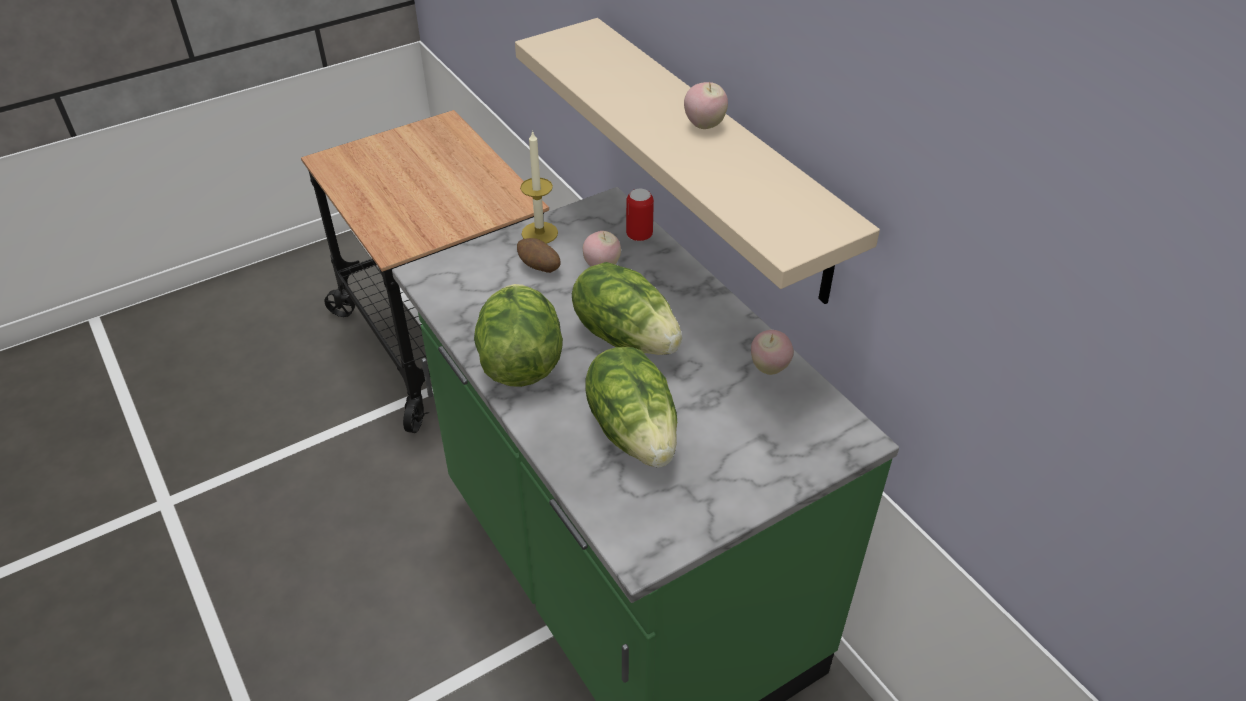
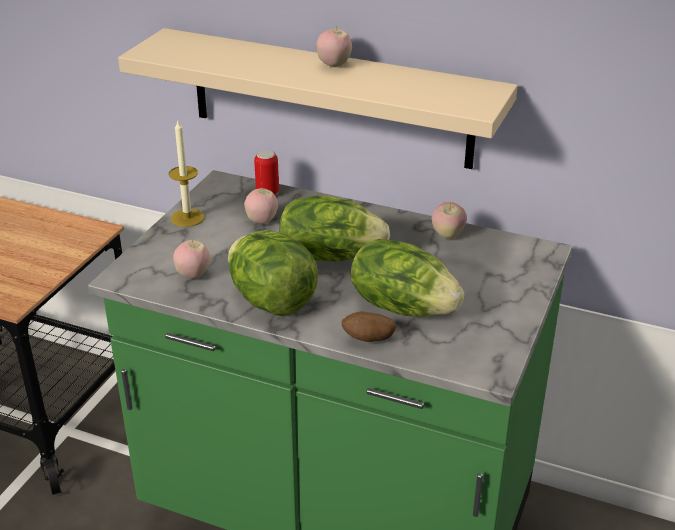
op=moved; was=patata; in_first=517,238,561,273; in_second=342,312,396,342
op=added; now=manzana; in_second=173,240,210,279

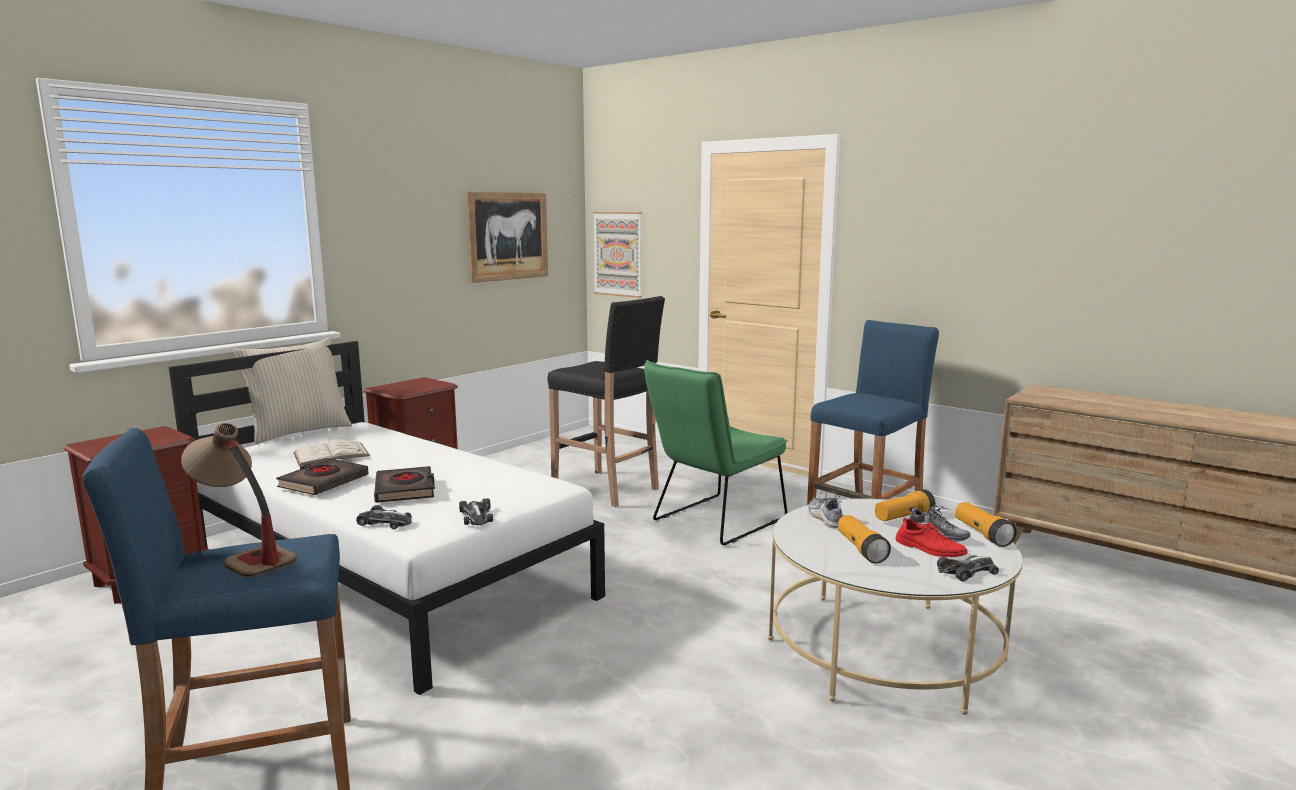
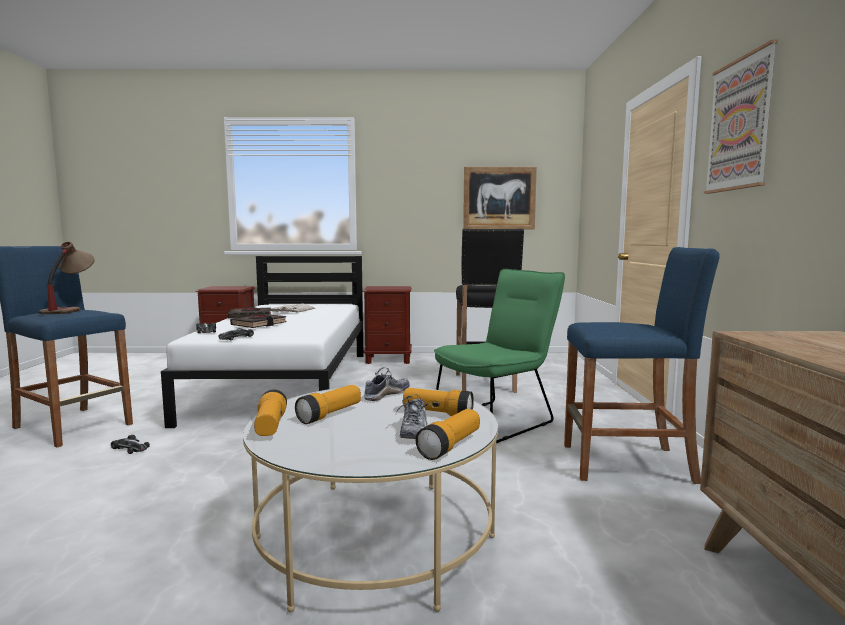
op=moved; was=cuadro; in_first=593,212,642,298; in_second=704,40,778,194
op=removed; was=cojín [beis]; in_first=234,338,352,444
op=turned; was=silla [verde]; in_first=644,360,787,545; in_second=434,269,565,443; clockwise=135
op=removed; was=zapato [rojo]; in_first=895,517,967,557
op=moved; was=coche de juguete; in_first=937,555,999,581; in_second=111,435,150,454
op=added; now=linterna; in_second=254,389,287,436

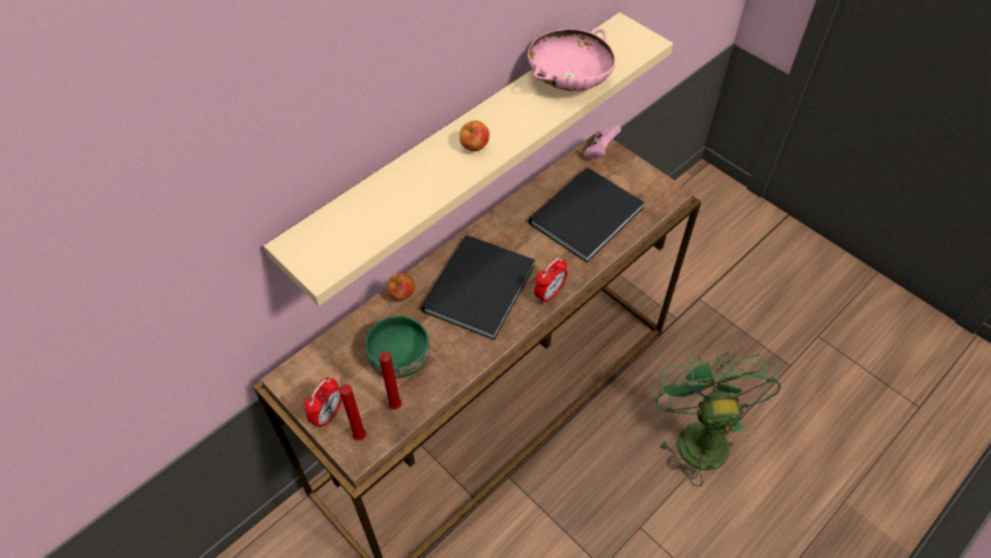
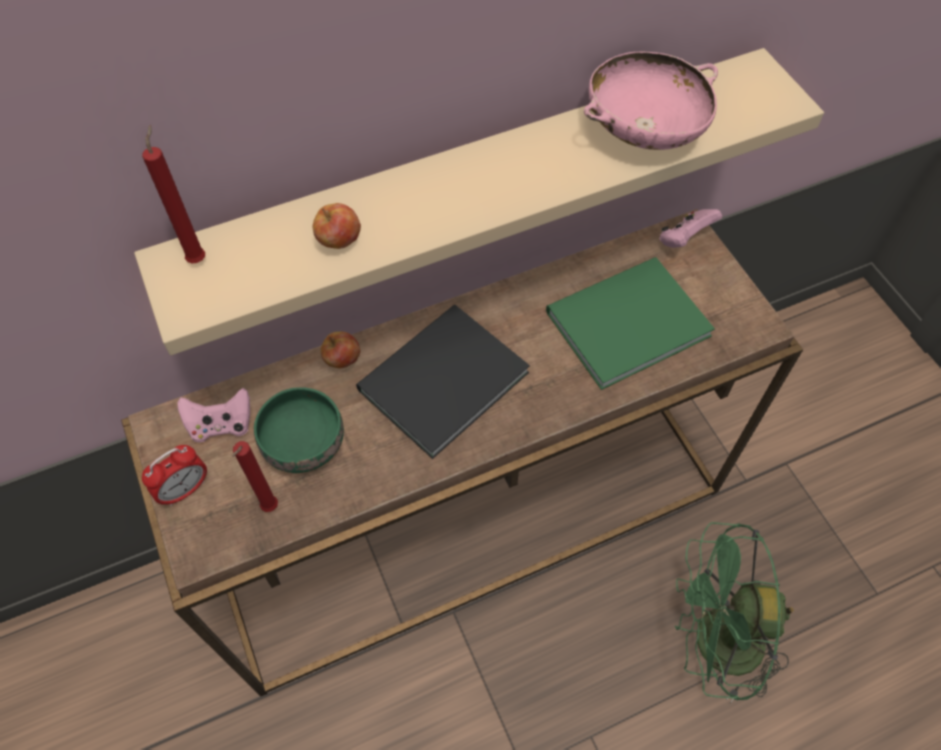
op=moved; was=manzana; in_first=460,121,489,151; in_second=313,203,361,249
op=recoloured; was=libro [negro]; now=libro [verde]; in_first=529,168,644,263; in_second=546,257,715,390
op=removed; was=despertador; in_first=534,258,567,304
op=turned; was=ventilador [verde]; in_first=654,352,782,486; in_second=675,522,794,703; clockwise=-105
op=moved; was=vela [rojo]; in_first=339,373,366,441; in_second=142,125,205,263
op=added; now=mando de consola [rosa]; in_second=177,388,250,442

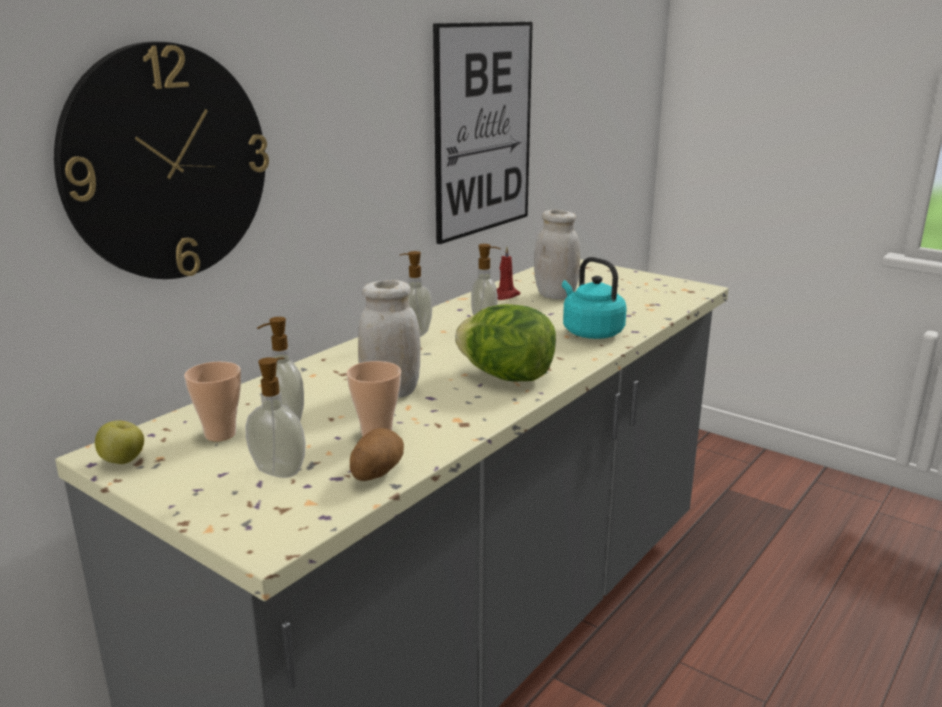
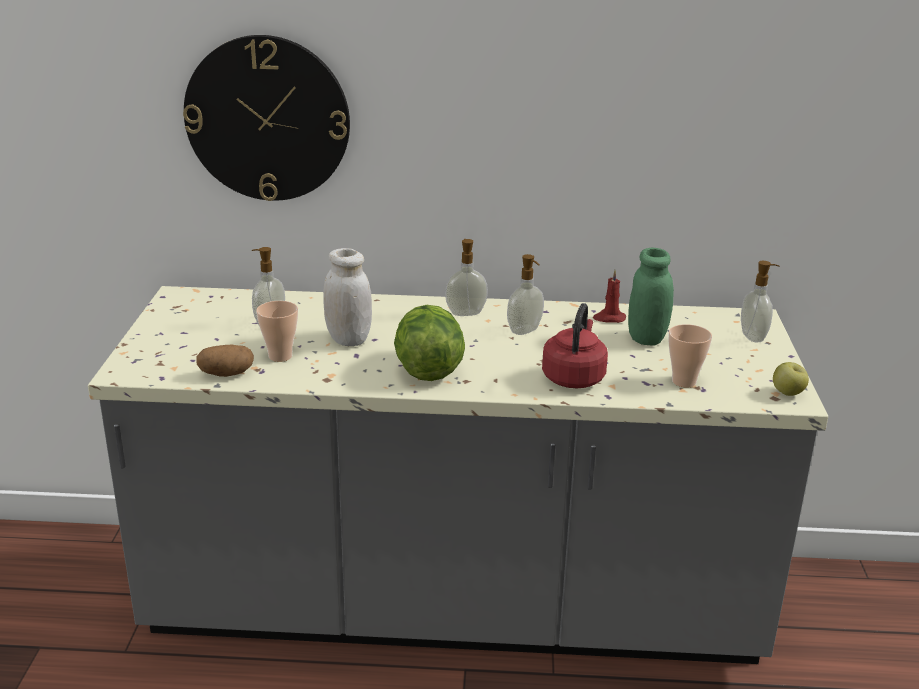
op=removed; was=cuadro; in_first=433,22,533,244
op=recoloured; was=tarro [blanco]; now=tarro [verde]; in_first=534,210,580,299; in_second=628,248,674,346
op=recoloured; was=hervidor [turquesa]; now=hervidor [rojo]; in_first=562,257,627,339; in_second=542,303,608,388
op=moved; was=dispensador de jabón; in_first=245,357,305,478; in_second=741,261,779,342
op=moved; was=taza; in_first=184,361,241,441; in_second=668,324,712,388
op=moved; was=manzana; in_first=95,420,144,464; in_second=773,362,809,396

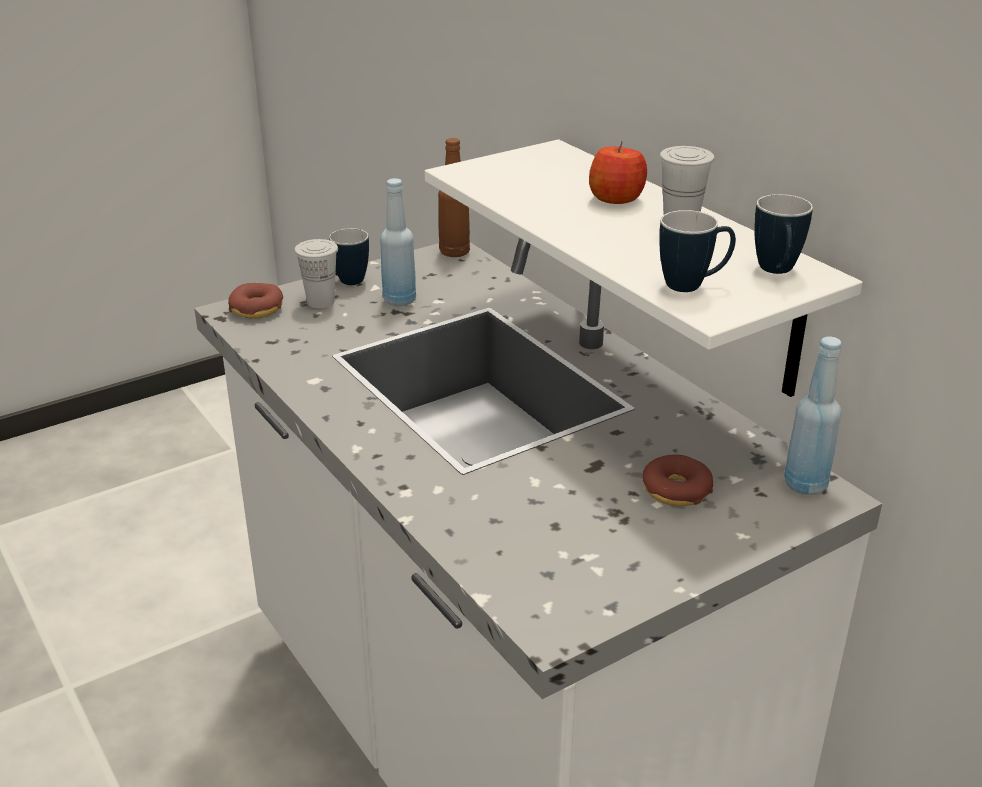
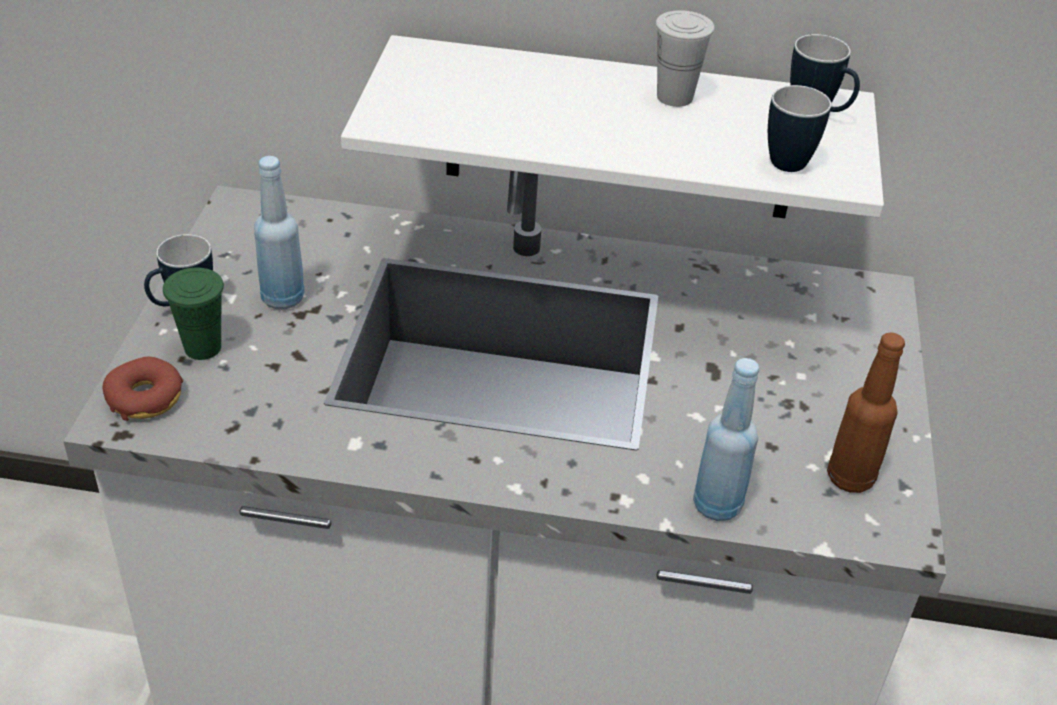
op=moved; was=botella [marrón]; in_first=438,138,470,257; in_second=827,332,905,493
op=removed; was=manzana; in_first=589,141,647,204
op=recoloured; was=taza [blanco]; now=taza [verde]; in_first=294,239,338,308; in_second=163,268,224,360
op=moved; was=botella [azul]; in_first=784,337,842,495; in_second=693,358,759,521
op=removed; was=rosquilla; in_first=642,454,713,506

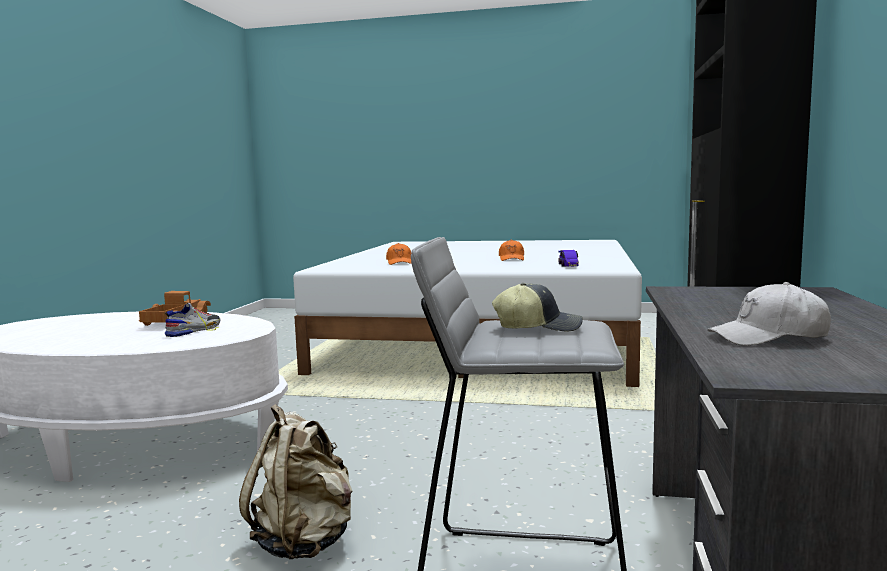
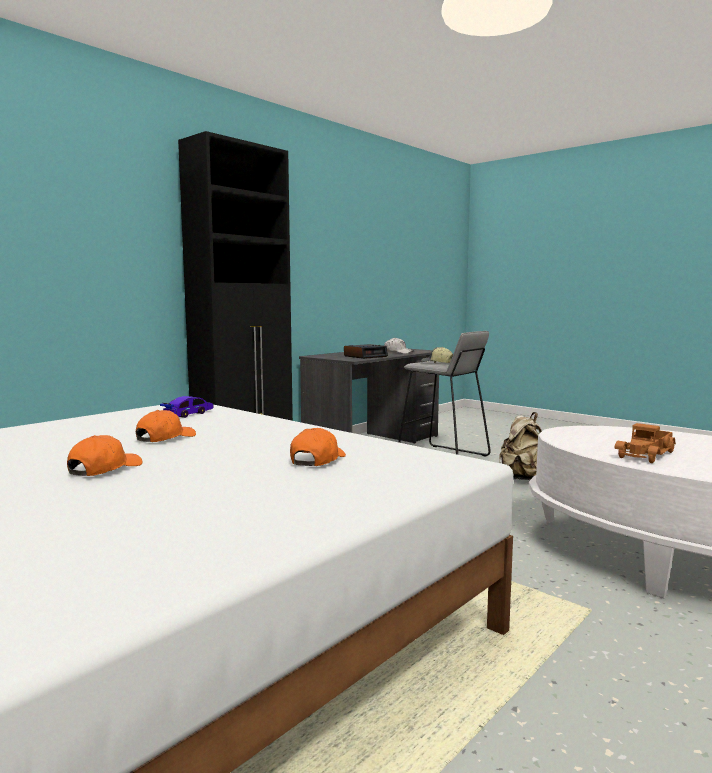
op=removed; was=zapato; in_first=165,303,221,337
op=added; now=despertador; in_second=344,344,388,359
op=added; now=gorra [naranja]; in_second=67,435,143,476

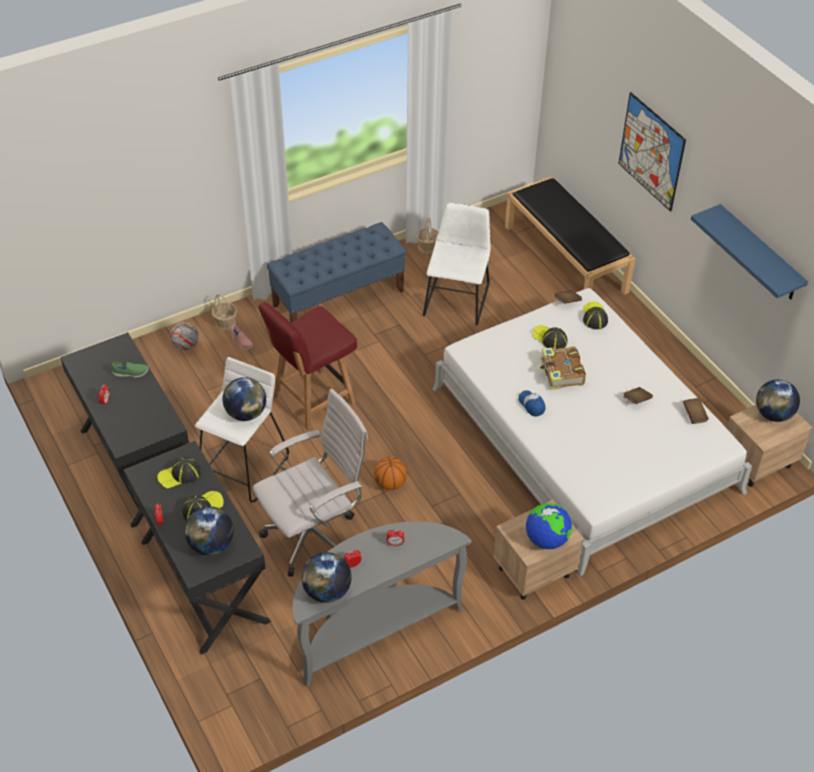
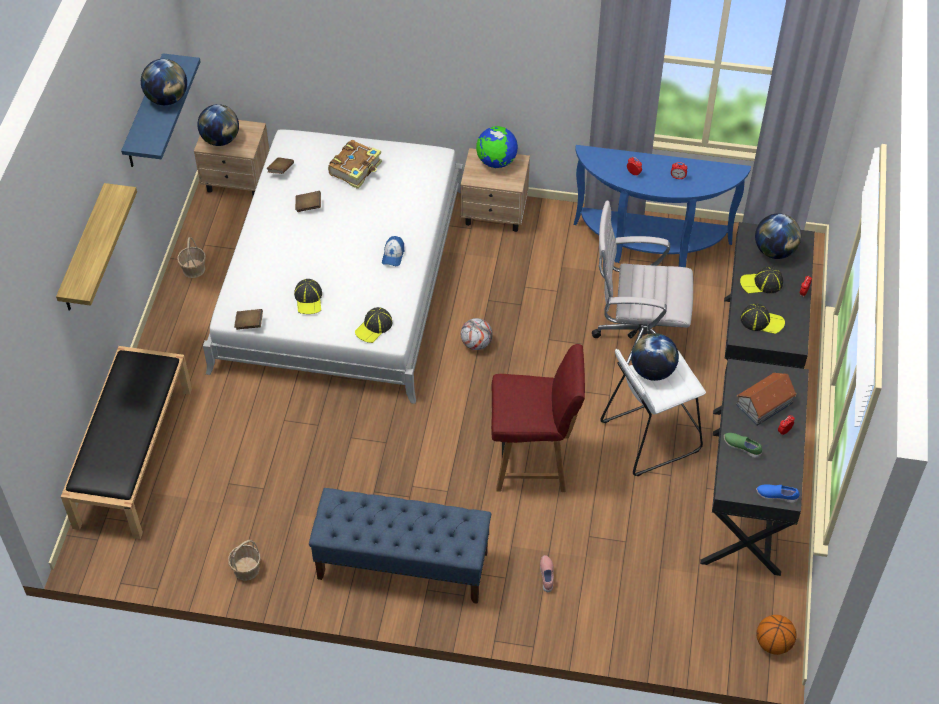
op=replaced; was=cuadro; now=estante; in_first=618,92,686,212; in_second=56,183,137,311
op=removed; was=silla [blanco]; in_first=423,203,491,325
op=moved; was=cesta; in_first=212,294,237,330; in_second=177,237,206,278
op=moved; was=gorra; in_first=583,302,608,329; in_second=355,307,392,343
op=moved; was=balón de fútbol; in_first=170,322,199,350; in_second=461,318,493,350
op=moved; was=libro; in_first=539,346,586,390; in_second=328,140,382,189
op=moved; was=balón de baloncesto; in_first=374,457,407,490; in_second=756,615,797,655
op=recoloured; was=mesa consola [gris]; now=mesa consola [azul]; in_first=292,521,472,687; in_second=574,145,751,267
op=moved; was=globo terráqueo; in_first=301,552,351,603; in_second=141,59,187,105
op=added; now=casita; in_second=736,373,797,426
op=added; now=zapato [azul]; in_second=756,484,799,503

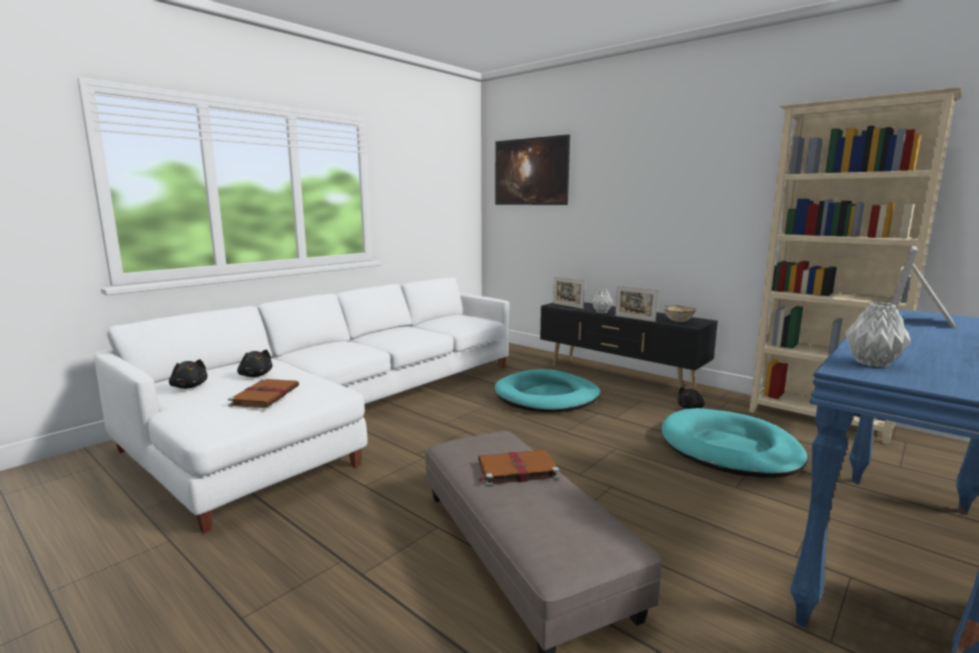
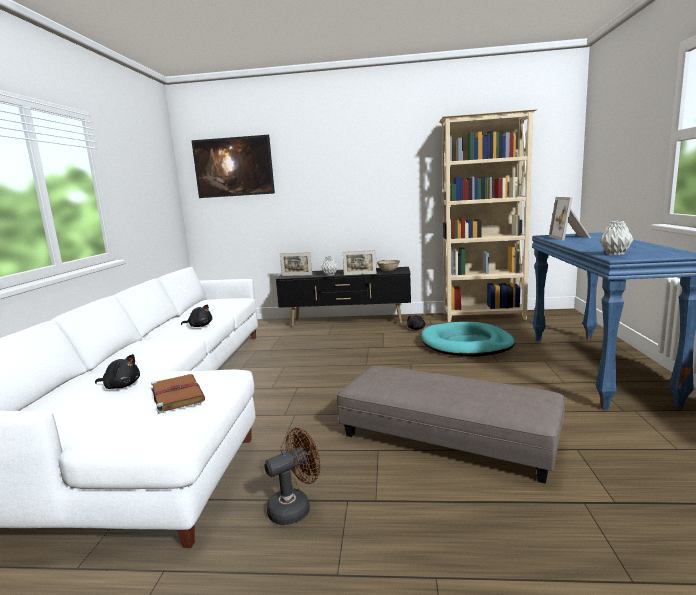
op=moved; was=peluche [negro]; in_first=169,359,207,389; in_second=181,304,212,327
op=removed; was=cama para perro [turquesa]; in_first=495,369,600,413
op=removed; was=libro [marrón]; in_first=478,450,559,486
op=added; now=ventilador [marrón]; in_second=265,428,321,525

